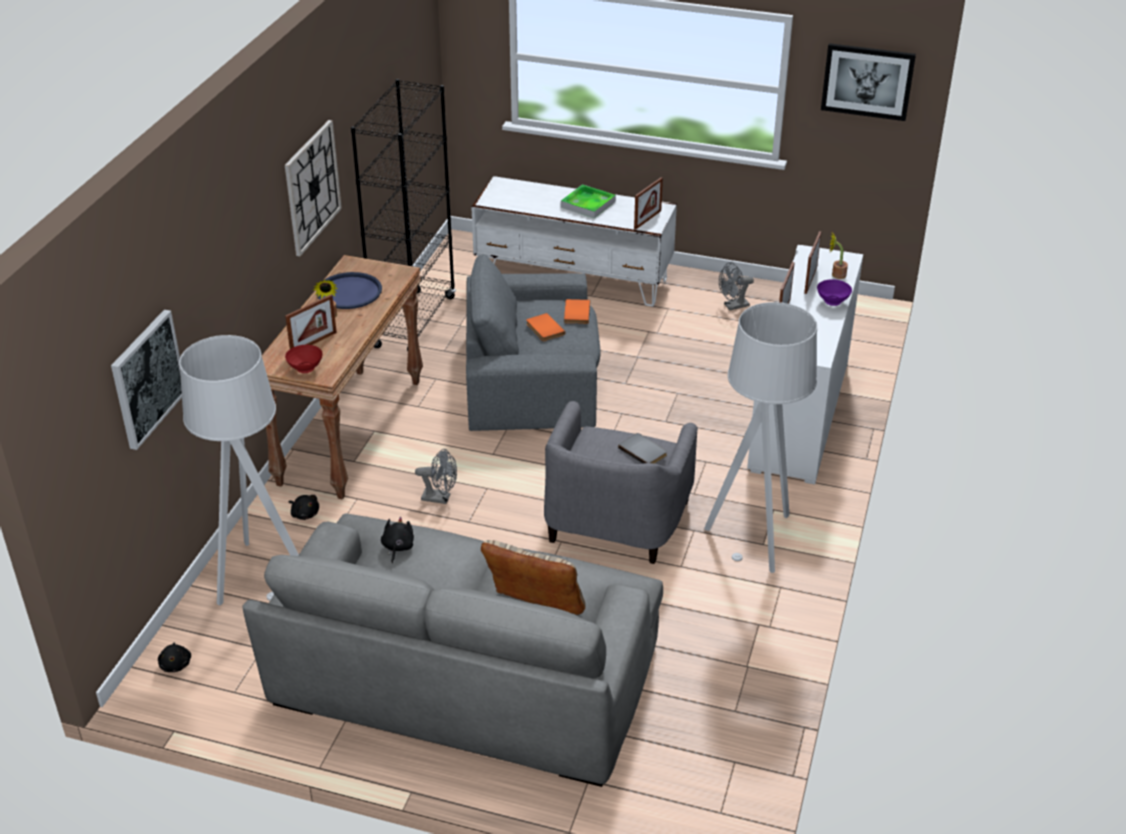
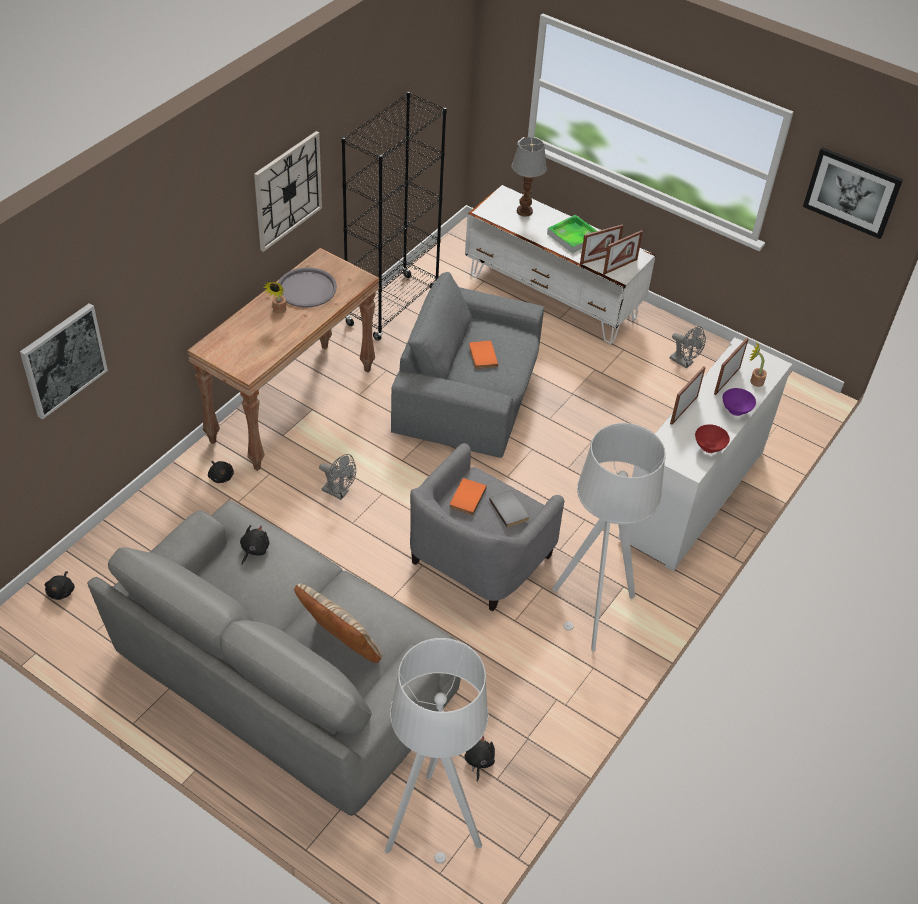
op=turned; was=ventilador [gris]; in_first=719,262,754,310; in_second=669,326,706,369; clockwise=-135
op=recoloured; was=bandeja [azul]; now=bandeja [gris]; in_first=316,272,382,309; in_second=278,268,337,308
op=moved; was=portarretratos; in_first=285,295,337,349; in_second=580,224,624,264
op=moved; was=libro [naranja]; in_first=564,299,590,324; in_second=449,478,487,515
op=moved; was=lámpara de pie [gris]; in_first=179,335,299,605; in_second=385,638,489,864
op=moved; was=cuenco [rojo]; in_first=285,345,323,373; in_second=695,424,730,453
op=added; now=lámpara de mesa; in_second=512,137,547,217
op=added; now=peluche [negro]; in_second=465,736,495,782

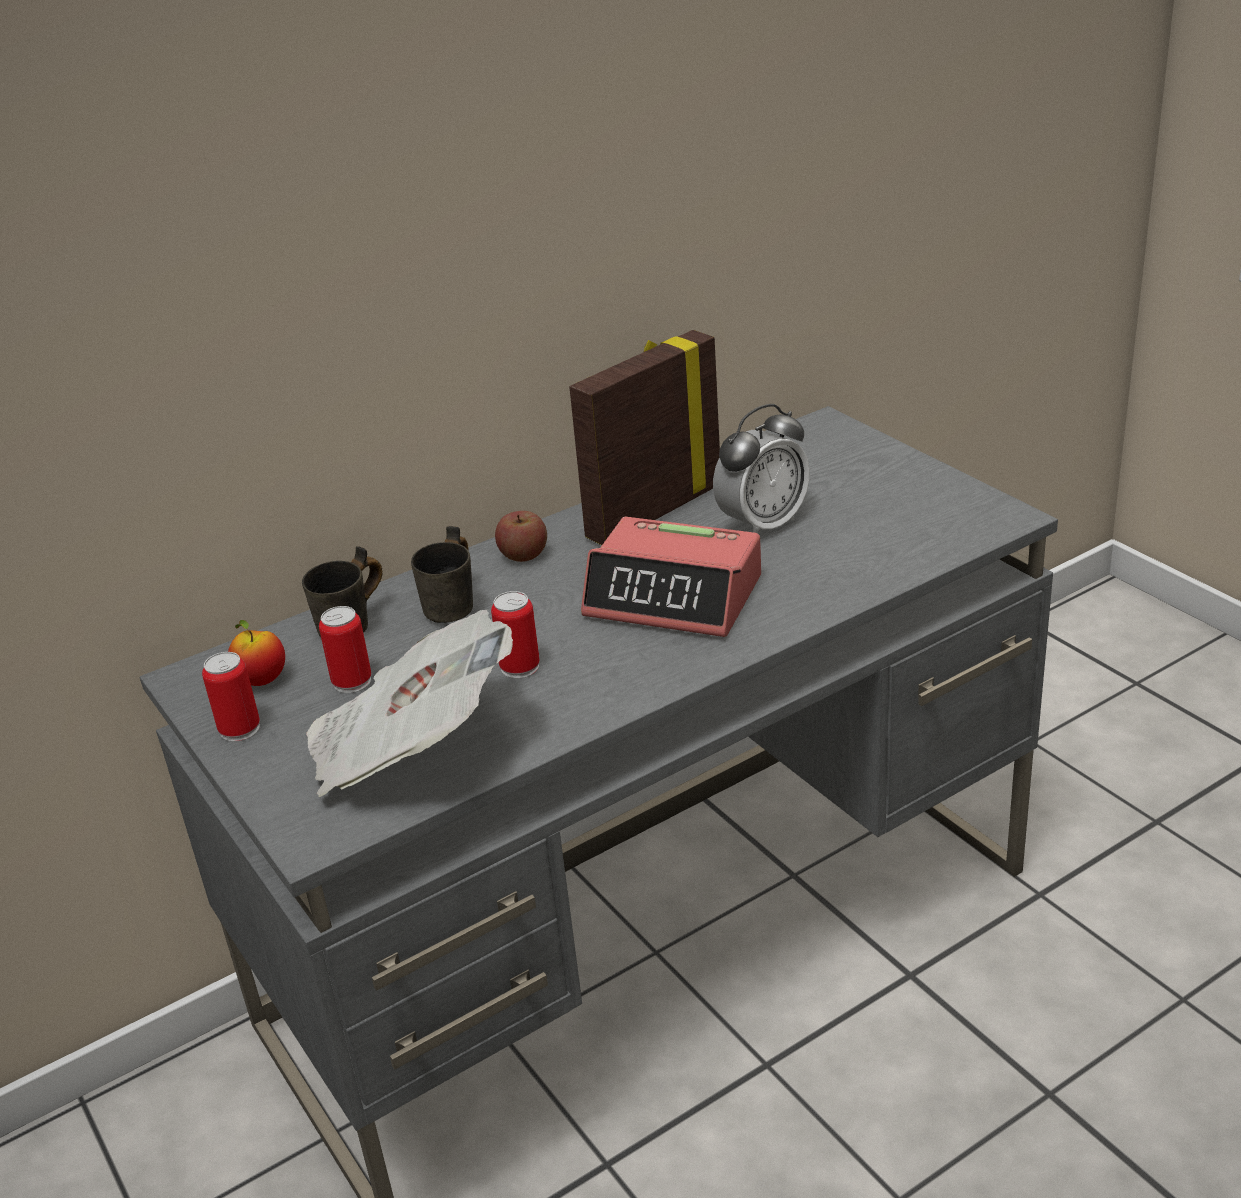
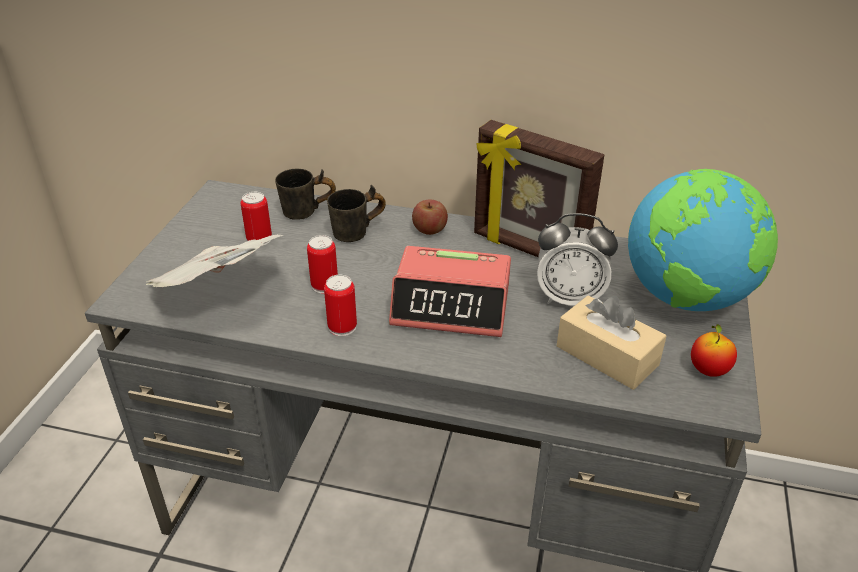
op=turned; was=portarretratos; in_first=569,330,720,545; in_second=474,120,604,257; clockwise=-150
op=turned; was=despertador; in_first=581,517,761,637; in_second=389,246,511,337; clockwise=-60
op=moved; was=manzana; in_first=228,620,285,686; in_second=691,324,737,377
op=moved; was=lata; in_first=202,652,260,742; in_second=324,275,357,337
op=added; now=globo terráqueo; in_second=628,169,778,311
op=added; now=caja de pañuelos [beis]; in_second=557,295,667,390

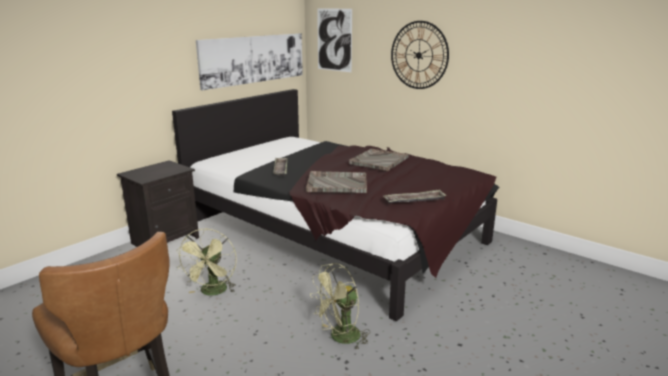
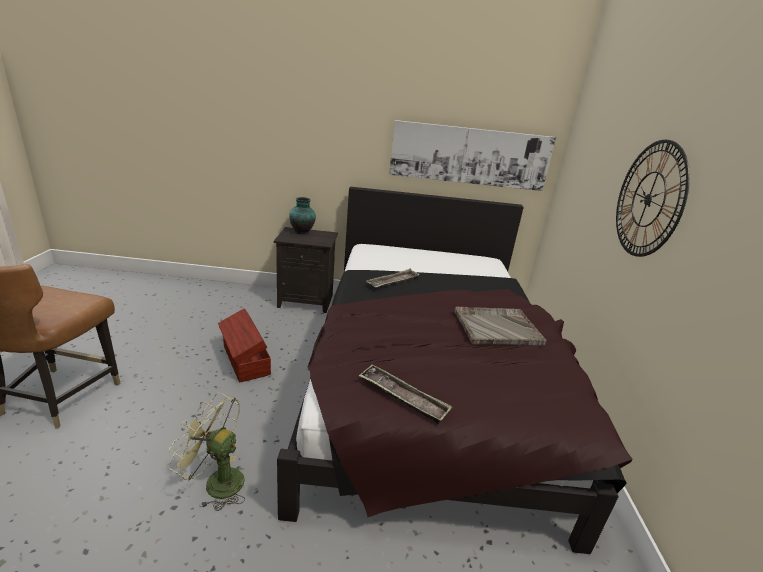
op=removed; was=cuadro; in_first=317,8,352,72
op=removed; was=bandeja [gris]; in_first=306,171,367,193
op=replaced; was=ventilador [verde]; now=caja de almacenaje [marrón]; in_first=176,229,237,296; in_second=218,308,271,383
op=added; now=florero; in_second=289,197,316,234

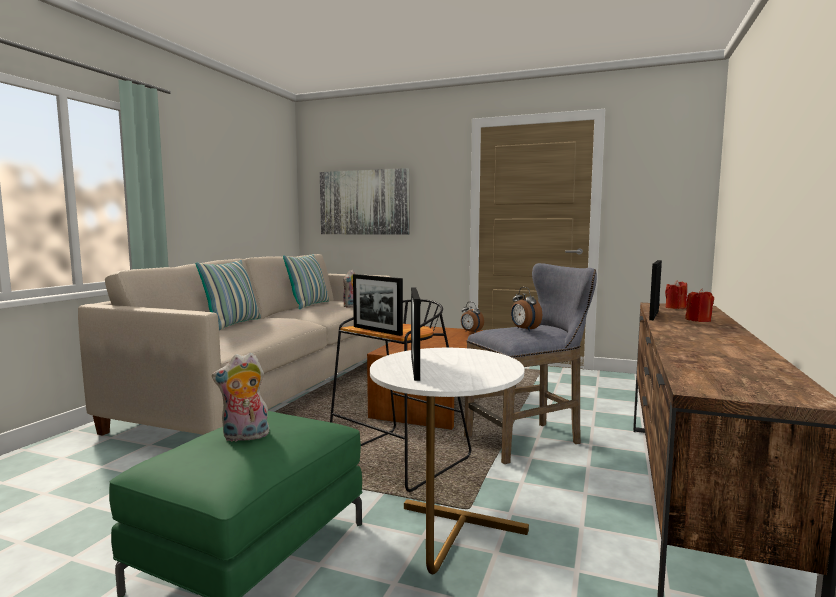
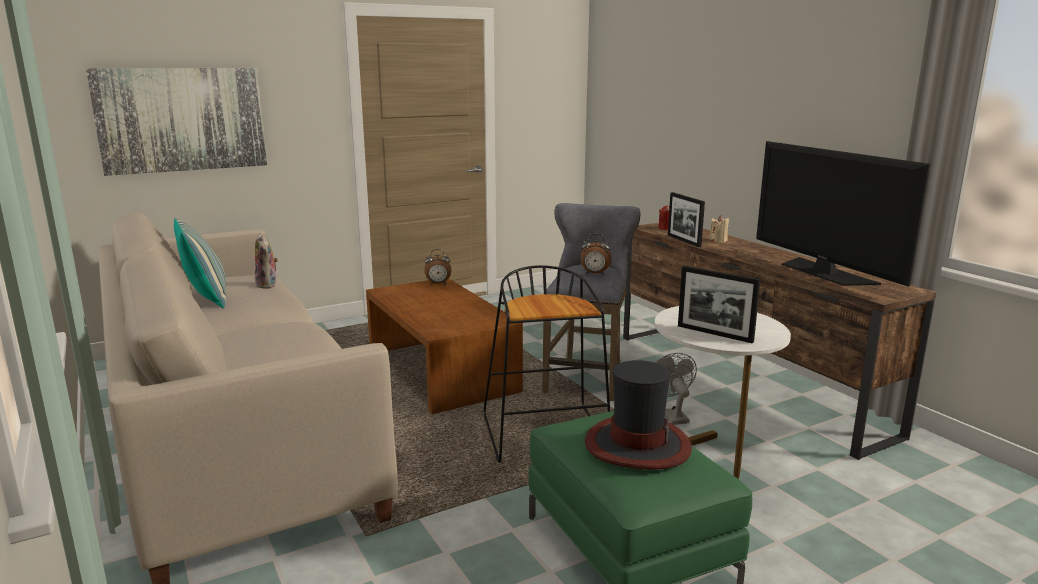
op=removed; was=cojín; in_first=196,260,261,330
op=removed; was=portarretratos; in_first=353,274,403,336
op=recoloured; was=vela [rojo]; now=vela [beis]; in_first=685,288,714,322; in_second=710,215,729,242
op=replaced; was=peluche; now=sombrero; in_first=212,352,269,442; in_second=585,360,692,470
op=added; now=televisor; in_second=756,141,931,287
op=added; now=ventilador [gris]; in_second=655,353,697,425

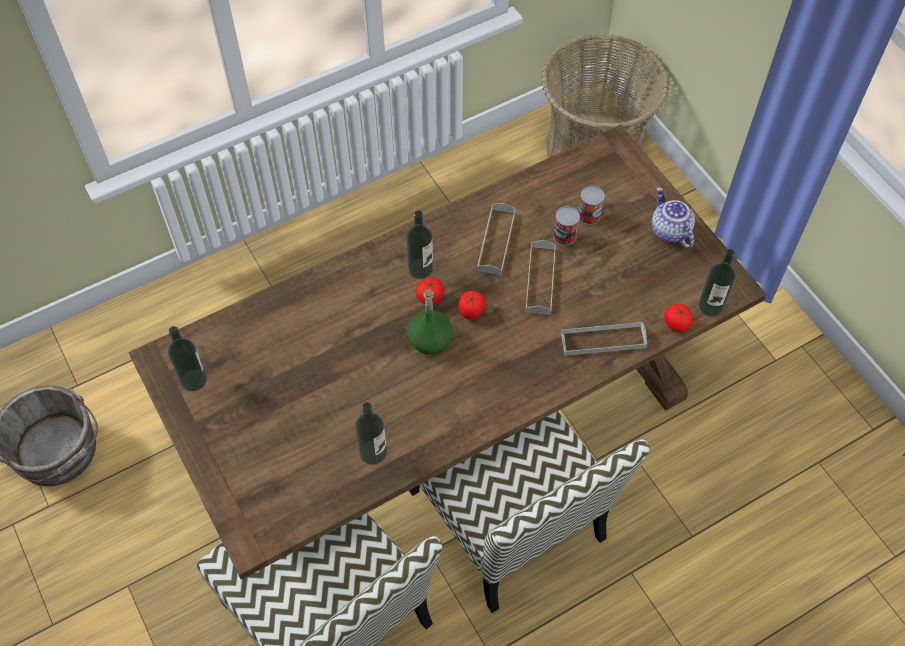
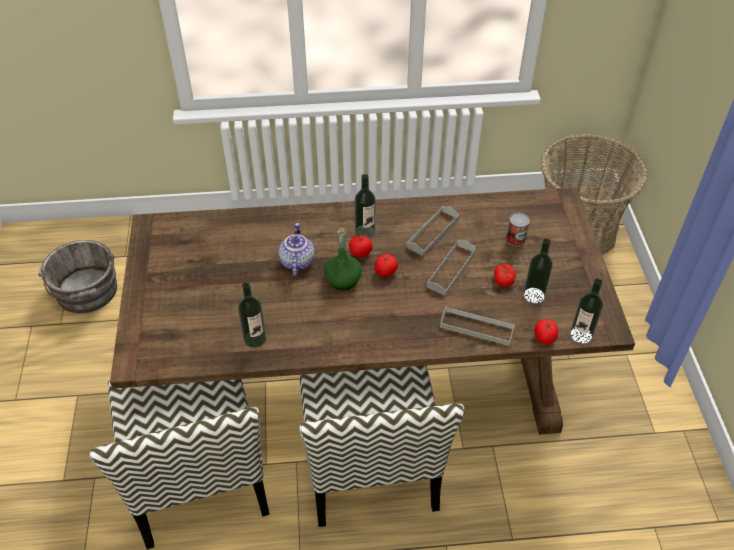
op=moved; was=tetera; in_first=652,187,695,248; in_second=279,223,315,276
op=removed; was=lata; in_first=553,206,580,245
op=moved; was=botella; in_first=168,326,207,391; in_second=523,238,553,304
op=added; now=tomate; in_second=494,264,516,287

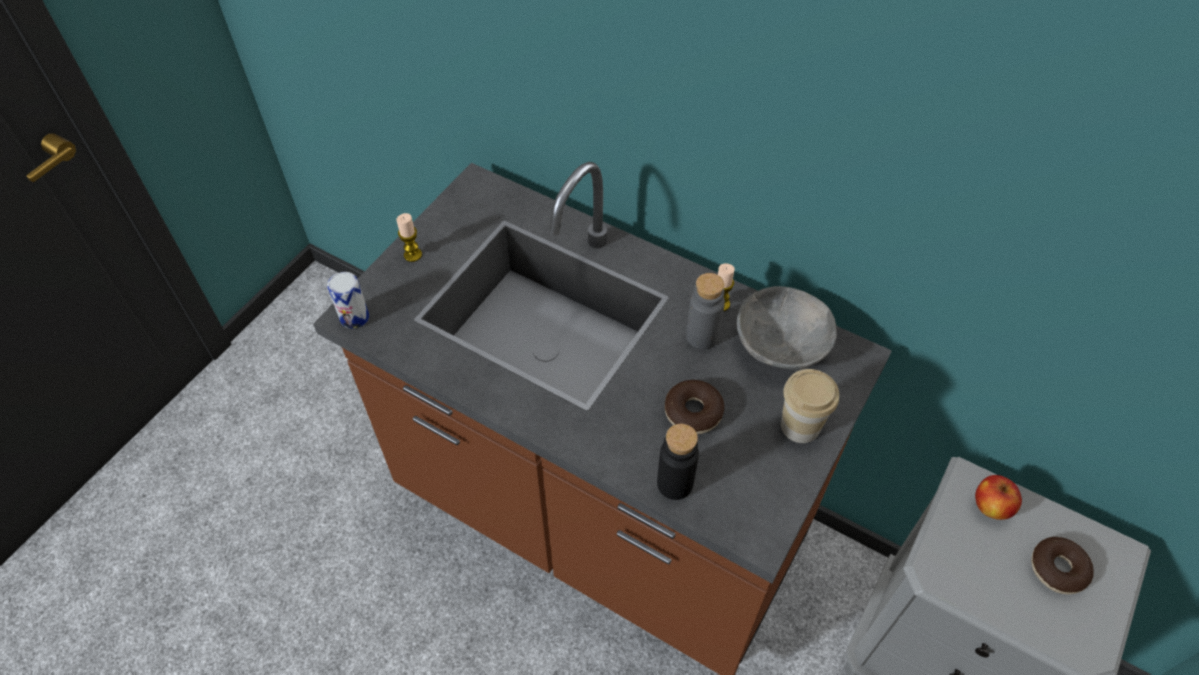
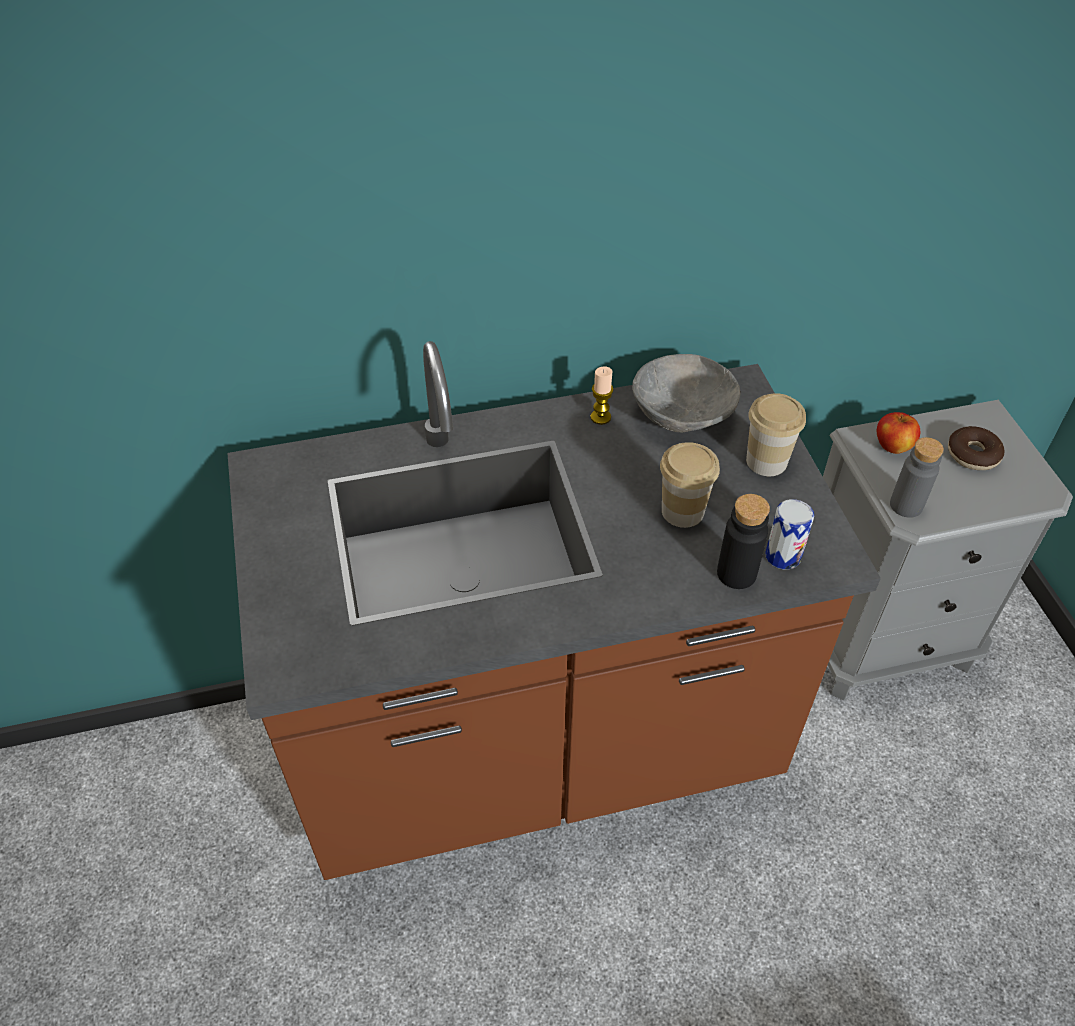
op=removed; was=vela; in_first=397,213,422,262
op=moved; was=lata; in_first=327,272,369,329; in_second=765,499,814,569
op=moved; was=botella [gris]; in_first=686,273,725,350; in_second=890,437,944,518
op=replaced; was=rosquilla; now=taza; in_first=665,380,724,434; in_second=660,442,720,528

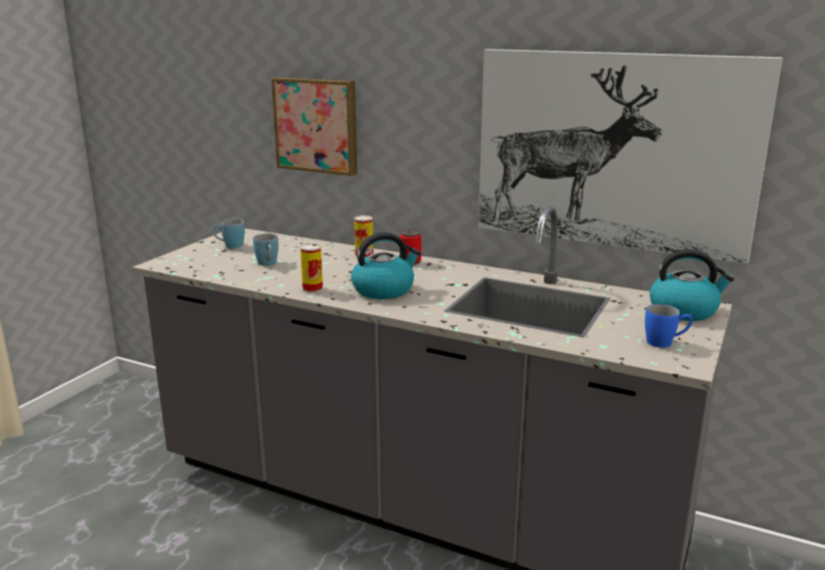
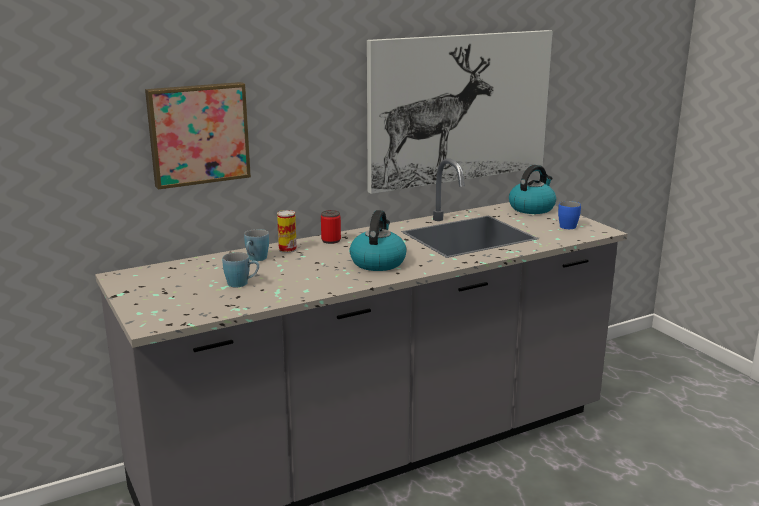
op=moved; was=taza grande [azul]; in_first=211,219,245,248; in_second=244,229,269,261
op=removed; was=lata; in_first=300,243,323,293

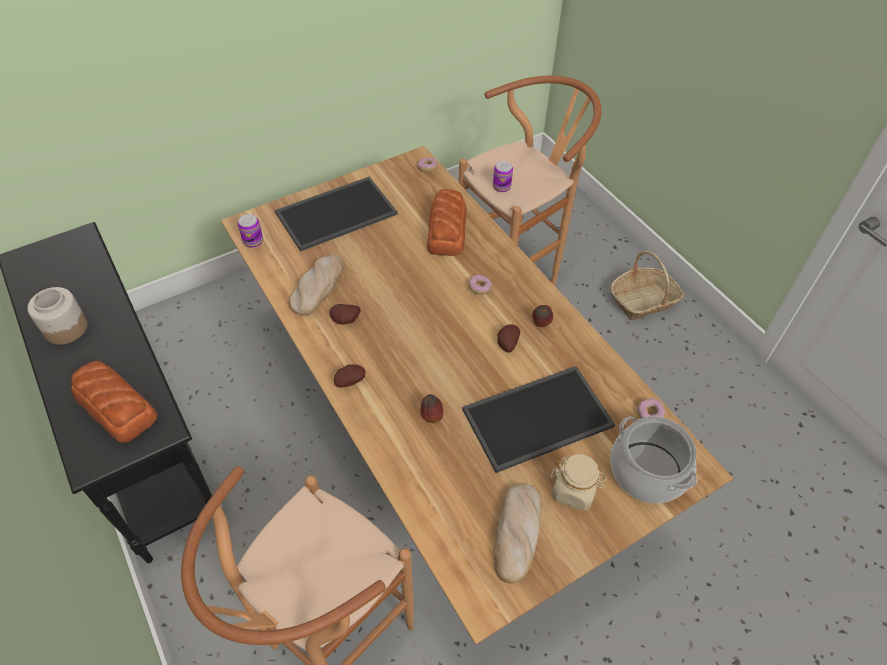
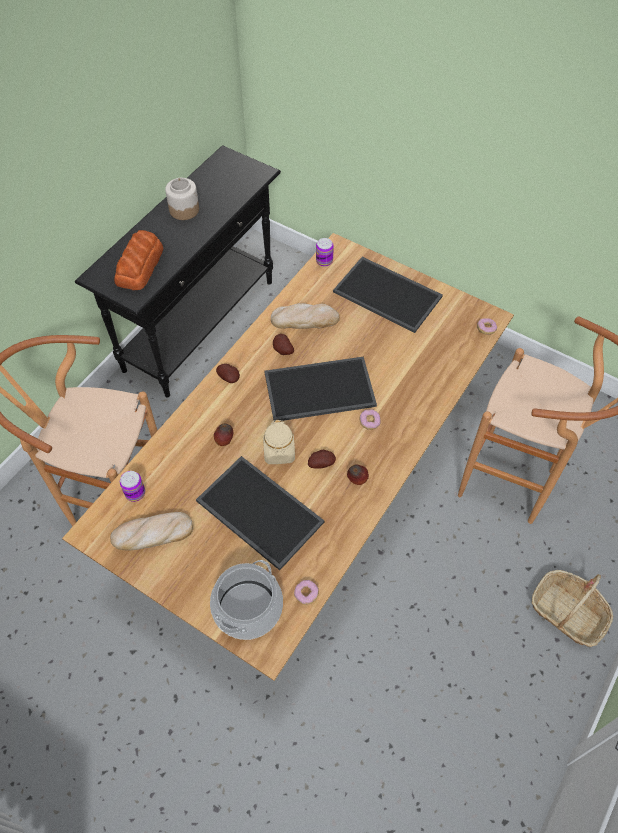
op=moved; was=lata; in_first=493,161,513,192; in_second=120,471,145,502
op=removed; was=pan; in_first=427,189,467,256
op=moved; was=tarro [beis]; in_first=551,454,607,511; in_second=263,420,295,464
op=added; now=bandeja; in_second=264,357,377,422

